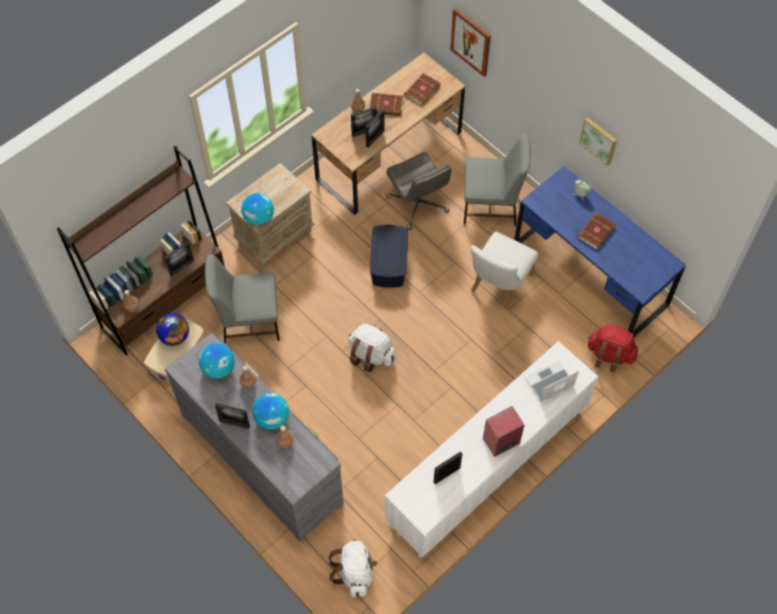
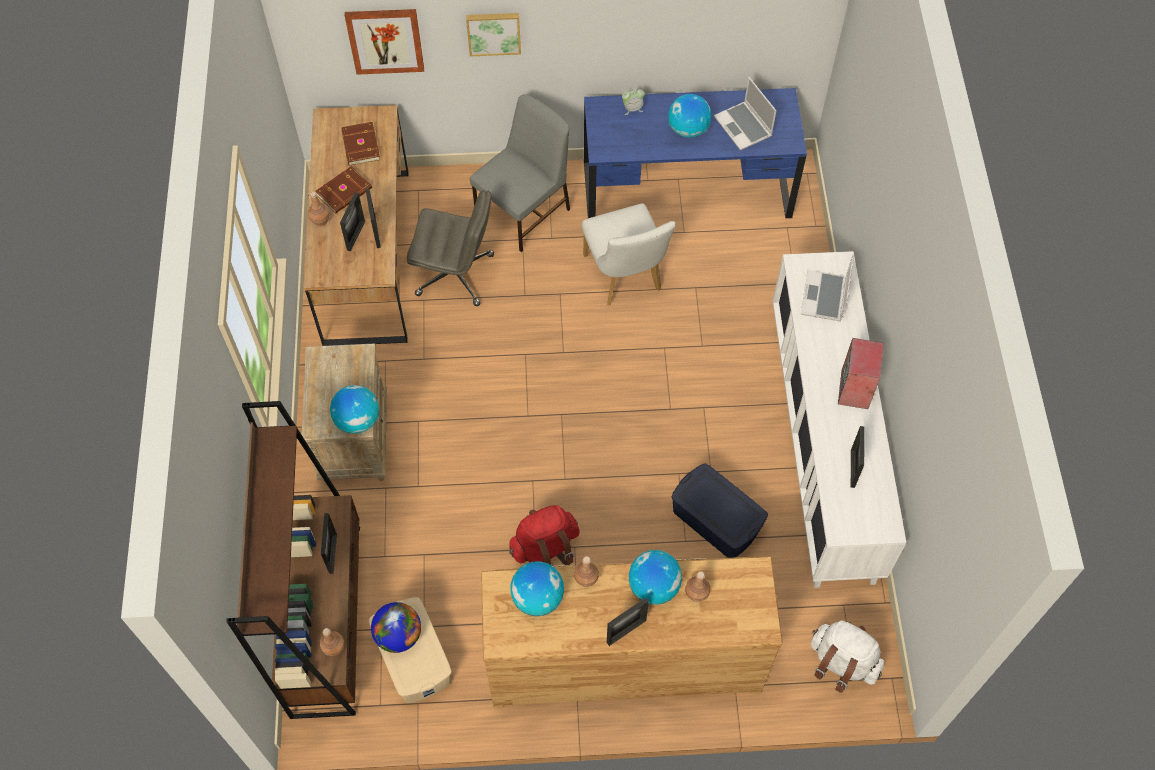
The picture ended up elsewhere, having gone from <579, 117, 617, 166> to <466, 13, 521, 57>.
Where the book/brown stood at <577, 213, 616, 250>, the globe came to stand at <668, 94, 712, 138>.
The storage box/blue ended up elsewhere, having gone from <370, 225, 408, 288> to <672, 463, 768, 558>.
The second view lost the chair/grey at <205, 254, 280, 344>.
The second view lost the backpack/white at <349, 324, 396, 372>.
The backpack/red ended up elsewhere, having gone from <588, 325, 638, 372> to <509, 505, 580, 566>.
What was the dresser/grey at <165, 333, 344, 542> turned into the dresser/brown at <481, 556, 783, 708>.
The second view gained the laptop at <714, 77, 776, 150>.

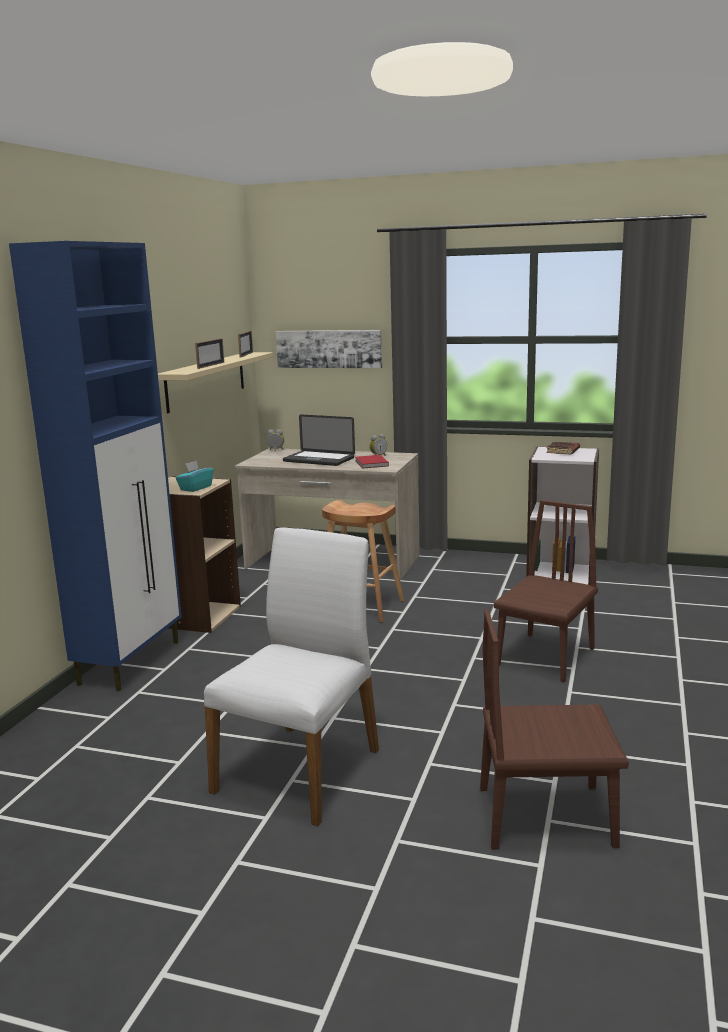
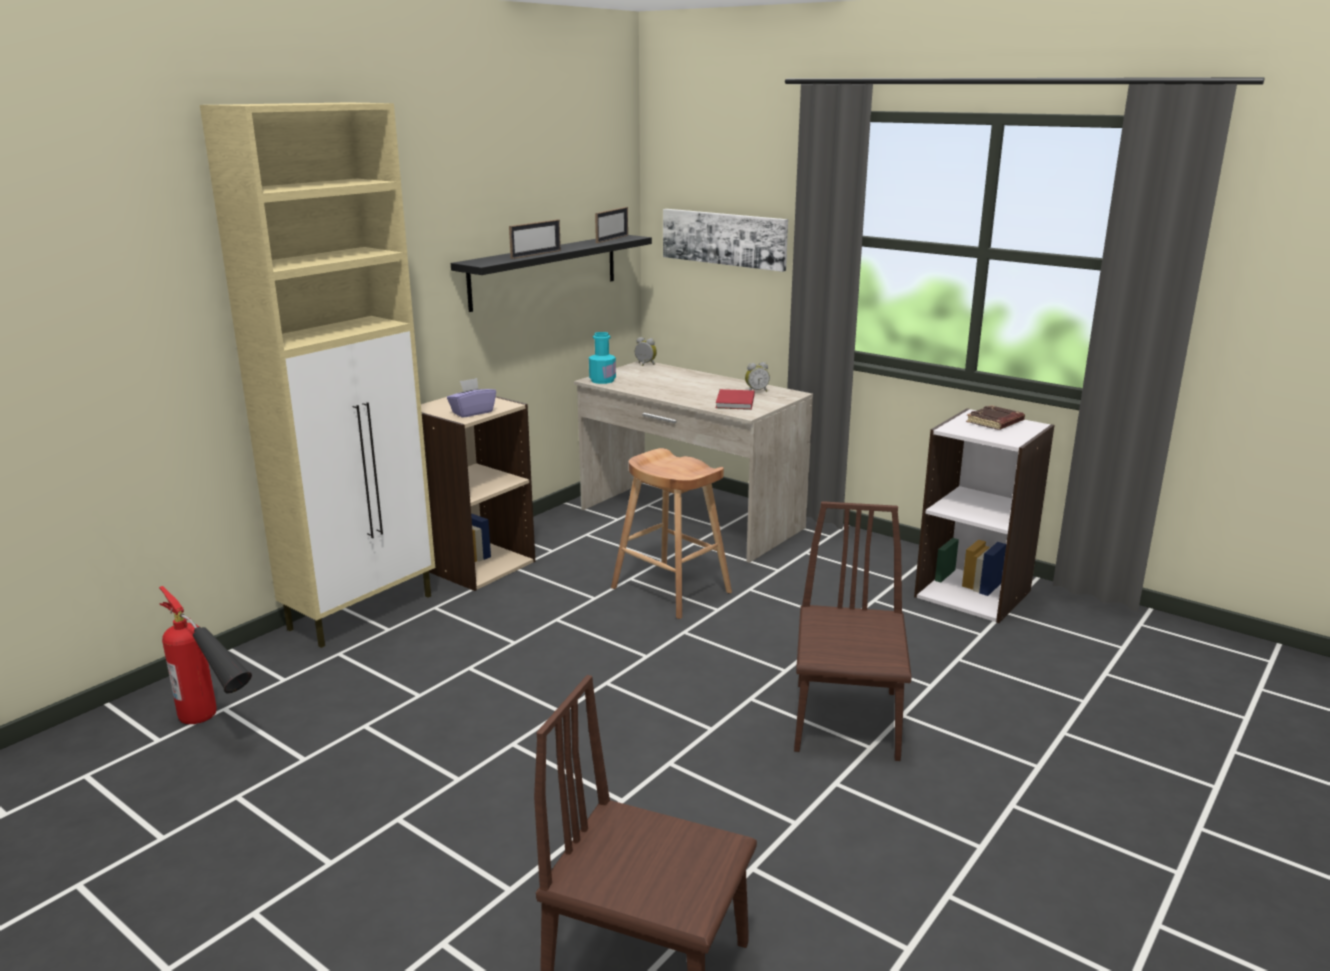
What was the cabinet/blue at <9, 241, 182, 691> turned into the cabinet/beige at <200, 102, 435, 648>.
What was the shelf/beige at <158, 352, 273, 413> turned into the shelf/black at <451, 235, 652, 312>.
The second view lost the laptop at <283, 415, 355, 466>.
What was the tissue box/turquoise at <175, 461, 214, 492> turned into the tissue box/purple at <447, 378, 496, 418>.
The chair/brown at <494, 500, 598, 683> ended up facing another way, 45 degrees counterclockwise from before.
The second view lost the chair/white at <204, 527, 379, 826>.
The second view gained the bottle/turquoise at <589, 332, 616, 384>.
The second view gained the fire extinguisher at <159, 586, 252, 724>.

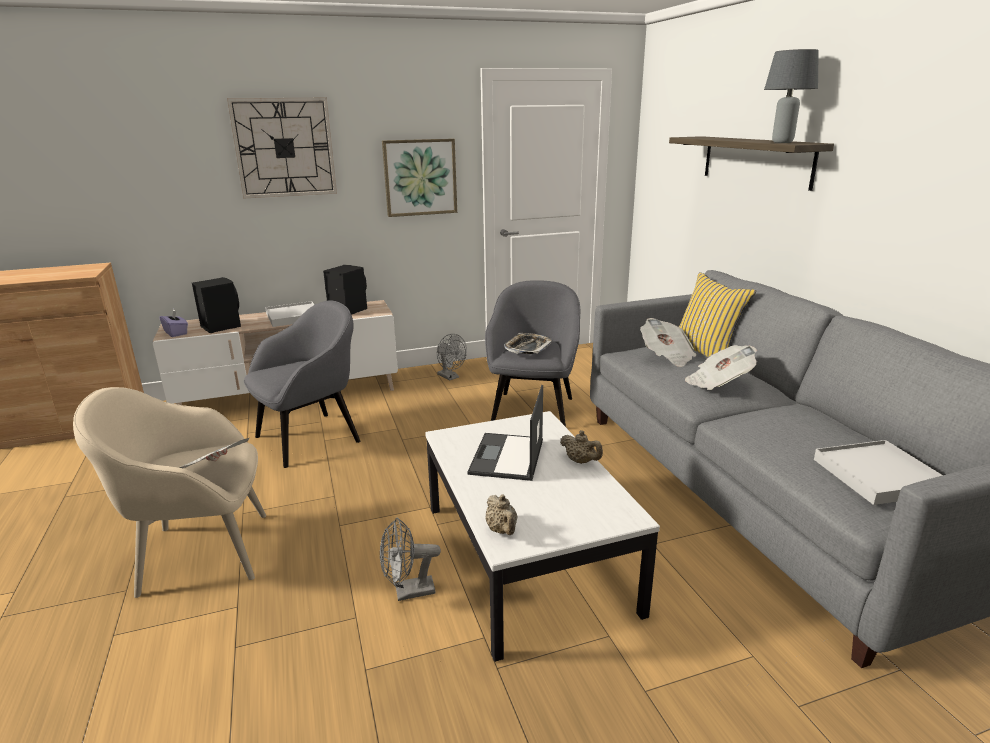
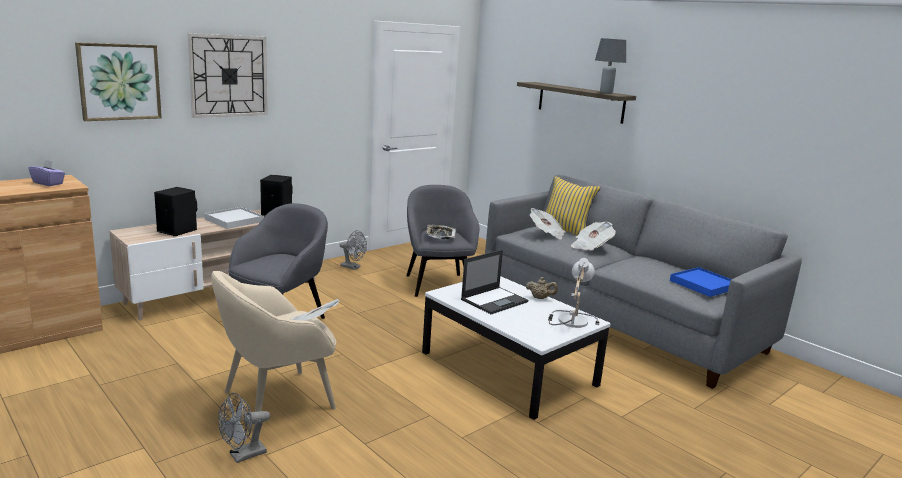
The picture ended up elsewhere, having gone from <382, 139, 457, 217> to <75, 42, 162, 121>.
The tissue box/purple ended up elsewhere, having gone from <159, 309, 188, 337> to <28, 159, 65, 186>.
The laptop at <467, 385, 543, 481> ended up facing another way, 120 degrees counterclockwise from before.
What was the tray/white at <814, 440, 943, 505> turned into the tray/blue at <670, 267, 732, 297>.
The second view lost the teapot/beige at <485, 494, 517, 535>.
The fan/grey ended up elsewhere, having gone from <380, 518, 441, 601> to <218, 392, 270, 463>.
The second view gained the table lamp at <548, 258, 599, 328>.

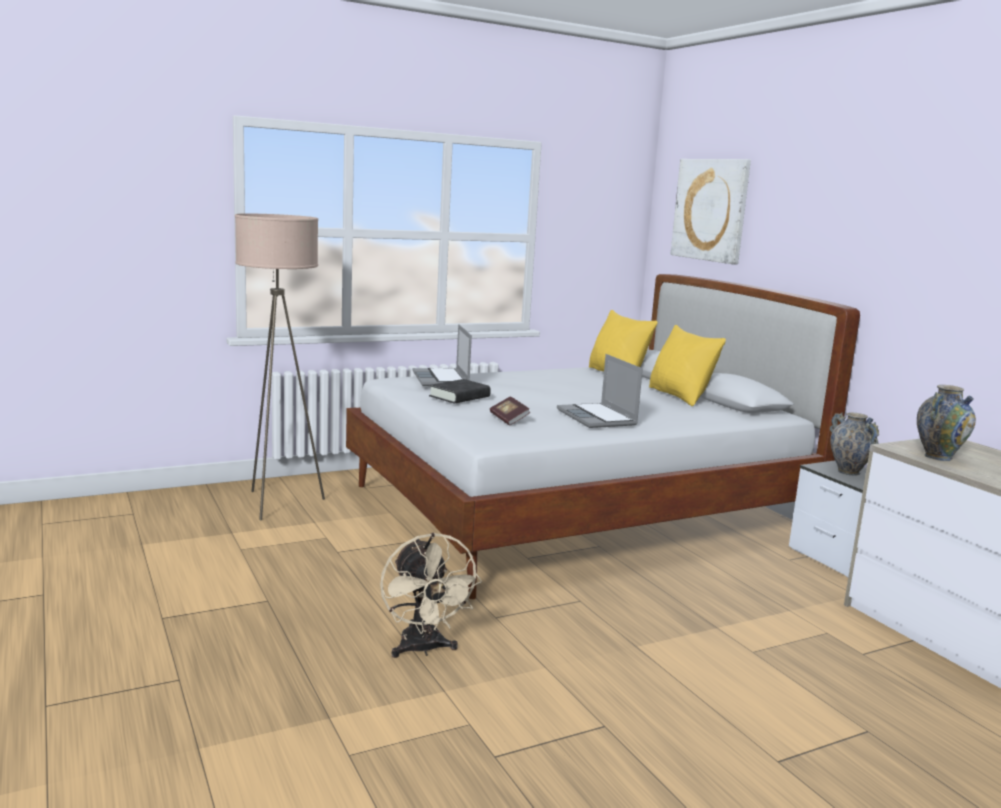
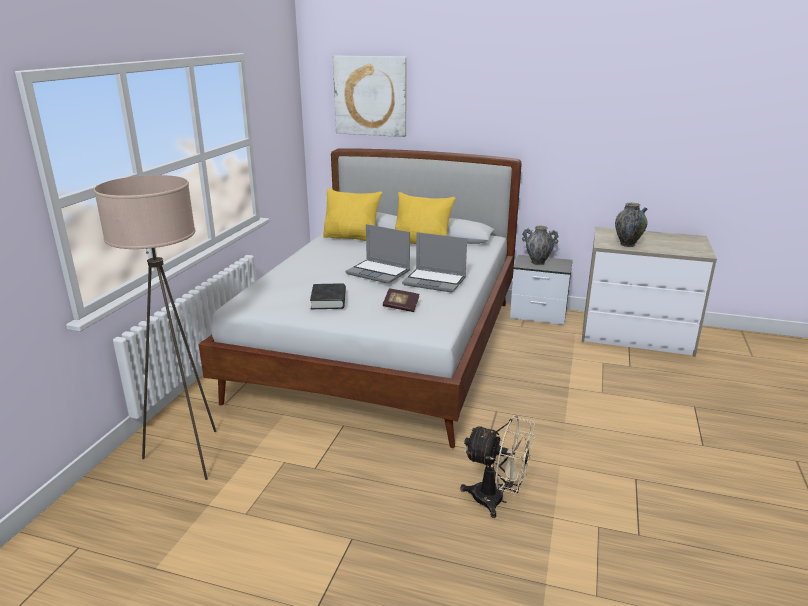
The laptop ended up elsewhere, having gone from <413, 324, 472, 386> to <345, 224, 410, 284>.

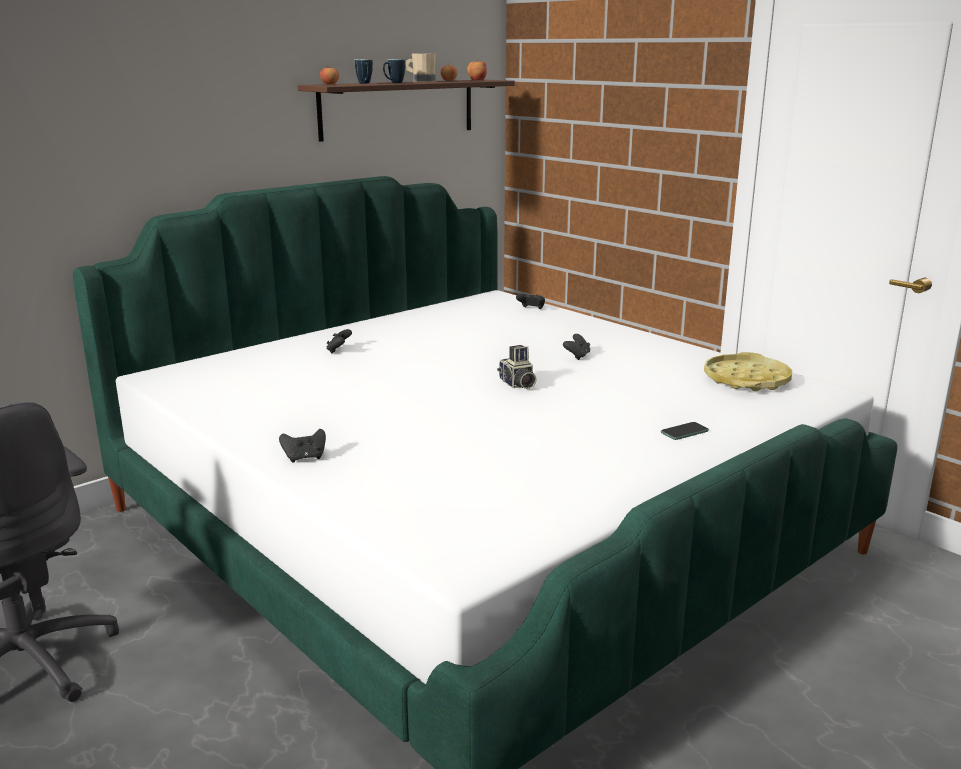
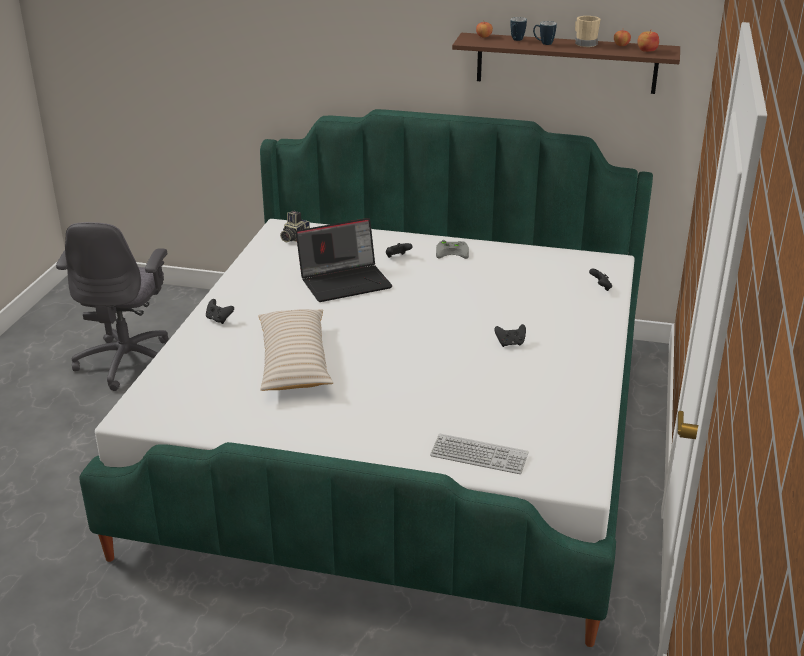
The photo camera ended up elsewhere, having gone from <497, 345, 537, 389> to <280, 211, 310, 242>.
The second view lost the tray/yellow at <704, 352, 792, 391>.
The second view lost the phone at <661, 422, 709, 440>.
The second view gained the laptop at <296, 218, 392, 302>.
The second view gained the game controller/grey at <436, 240, 469, 259>.
The second view gained the pillow/beige at <258, 309, 333, 391>.
The second view gained the keyboard at <430, 434, 529, 474>.

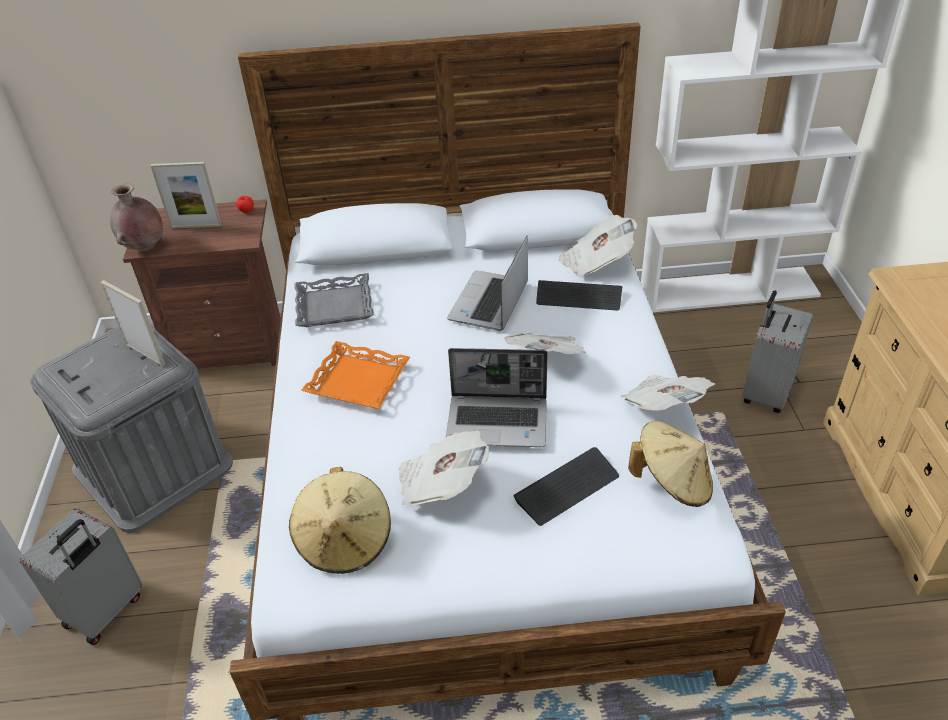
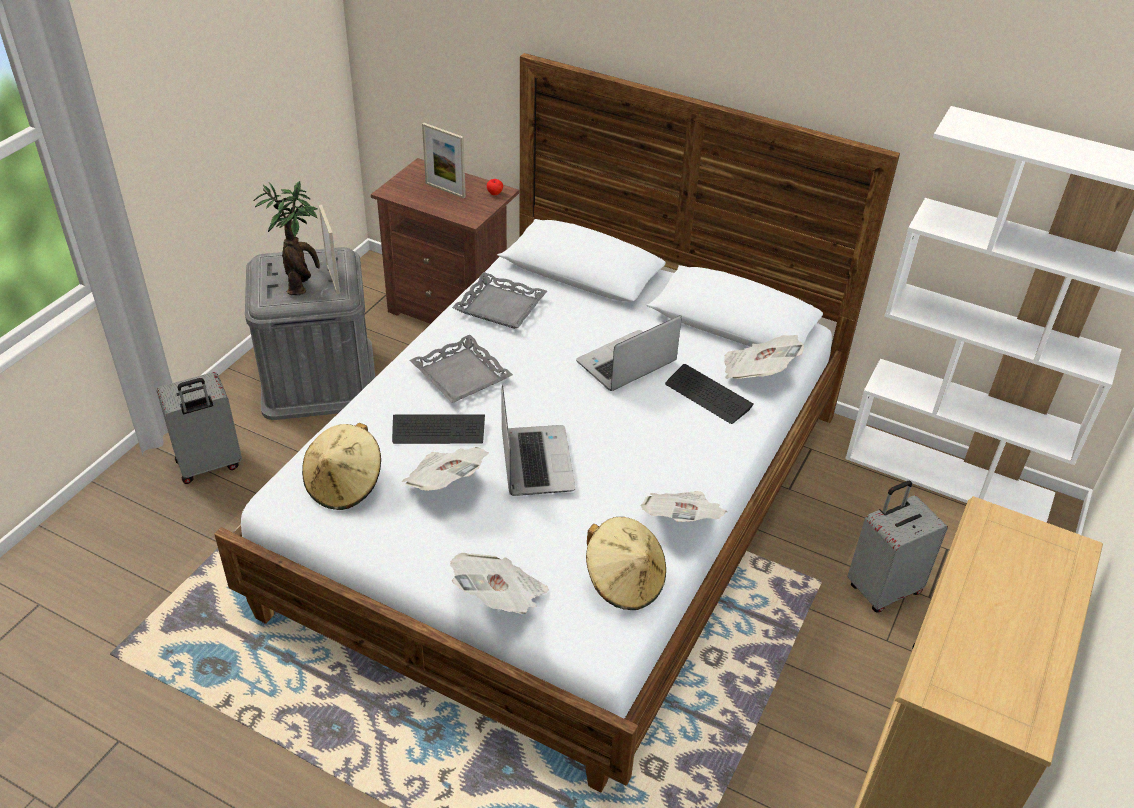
The second view lost the vase/brown at <110, 183, 163, 251>.
The newspaper ended up elsewhere, having gone from <504, 333, 586, 354> to <450, 553, 549, 614>.
What was the tray/orange at <301, 341, 410, 409> turned into the tray/grey at <410, 335, 513, 403>.
The laptop at <446, 348, 548, 447> ended up facing another way, 135 degrees counterclockwise from before.
The keyboard ended up elsewhere, having gone from <513, 447, 619, 526> to <392, 414, 485, 444>.
The second view gained the potted plant at <254, 181, 320, 295>.

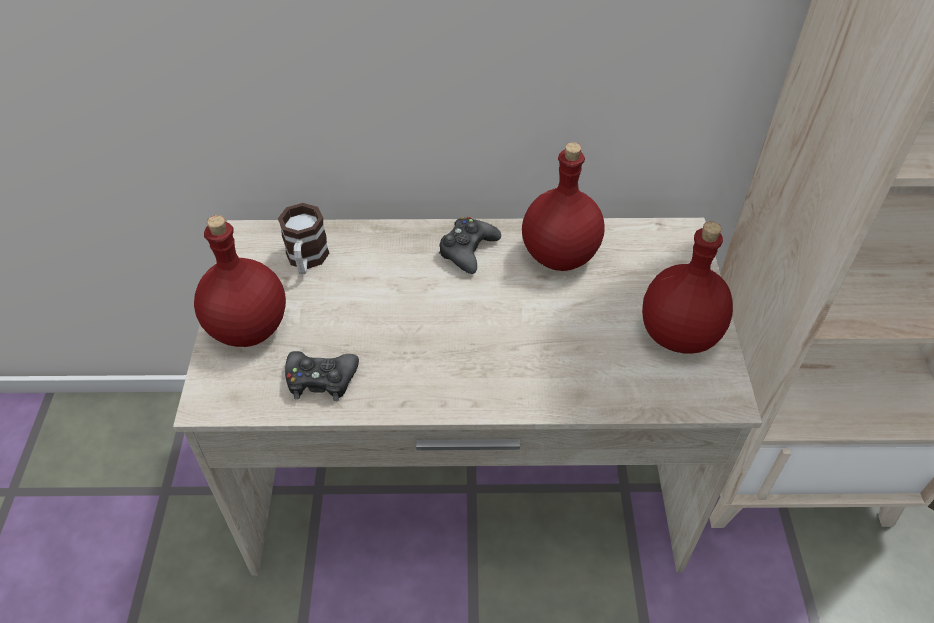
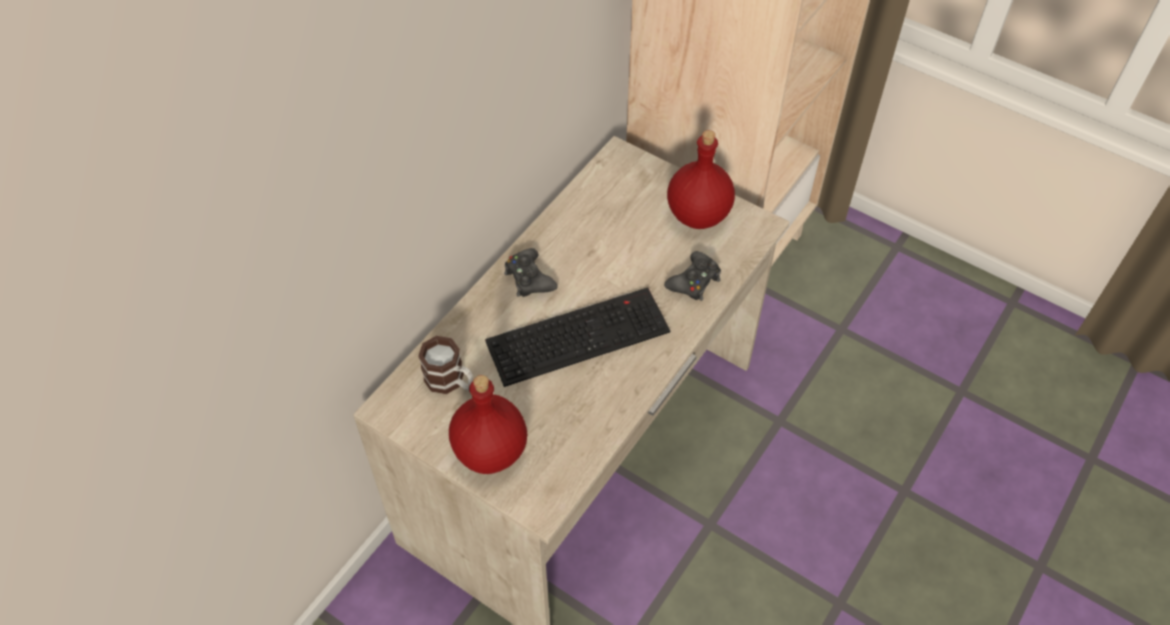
The second view lost the bottle/red at <522, 142, 605, 271>.
The game controller/black ended up elsewhere, having gone from <285, 351, 359, 401> to <664, 251, 721, 301>.
The second view gained the keyboard at <485, 288, 670, 387>.

